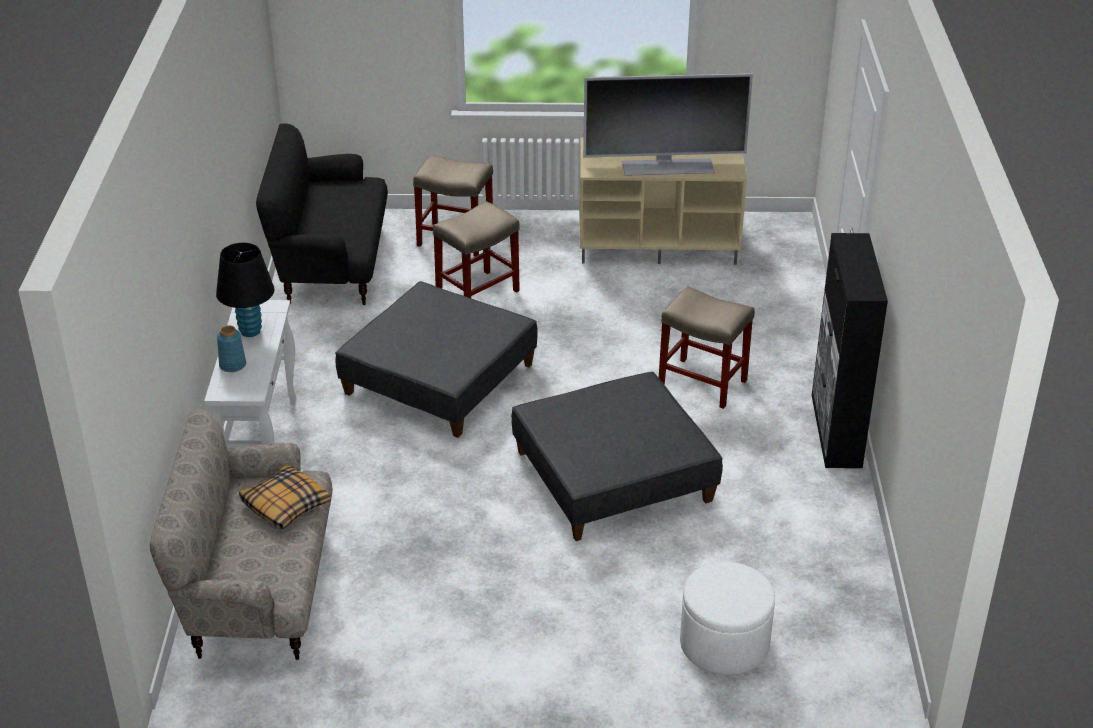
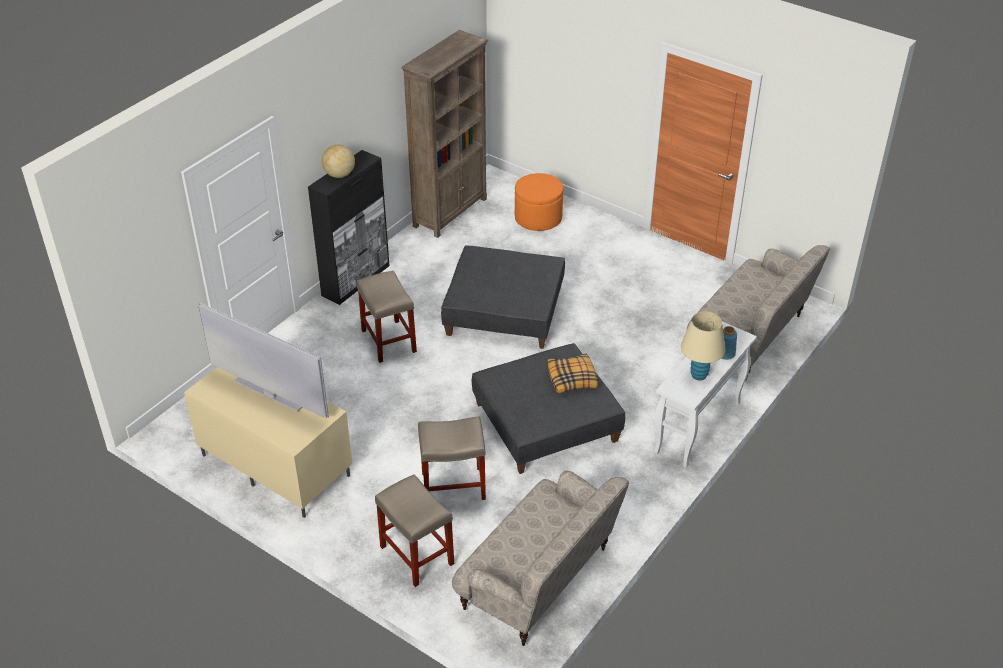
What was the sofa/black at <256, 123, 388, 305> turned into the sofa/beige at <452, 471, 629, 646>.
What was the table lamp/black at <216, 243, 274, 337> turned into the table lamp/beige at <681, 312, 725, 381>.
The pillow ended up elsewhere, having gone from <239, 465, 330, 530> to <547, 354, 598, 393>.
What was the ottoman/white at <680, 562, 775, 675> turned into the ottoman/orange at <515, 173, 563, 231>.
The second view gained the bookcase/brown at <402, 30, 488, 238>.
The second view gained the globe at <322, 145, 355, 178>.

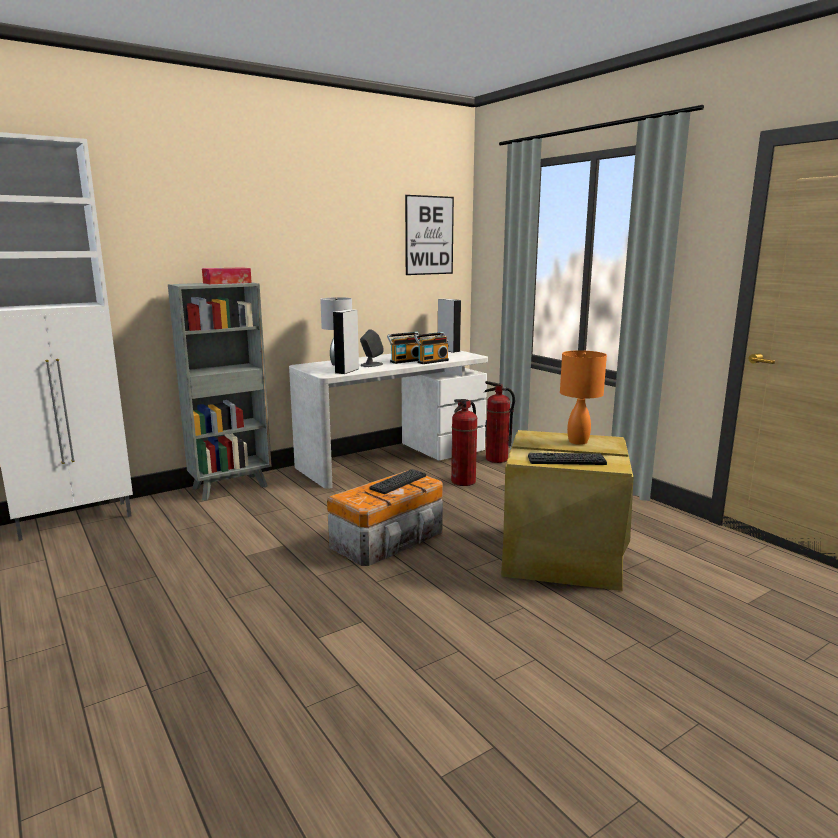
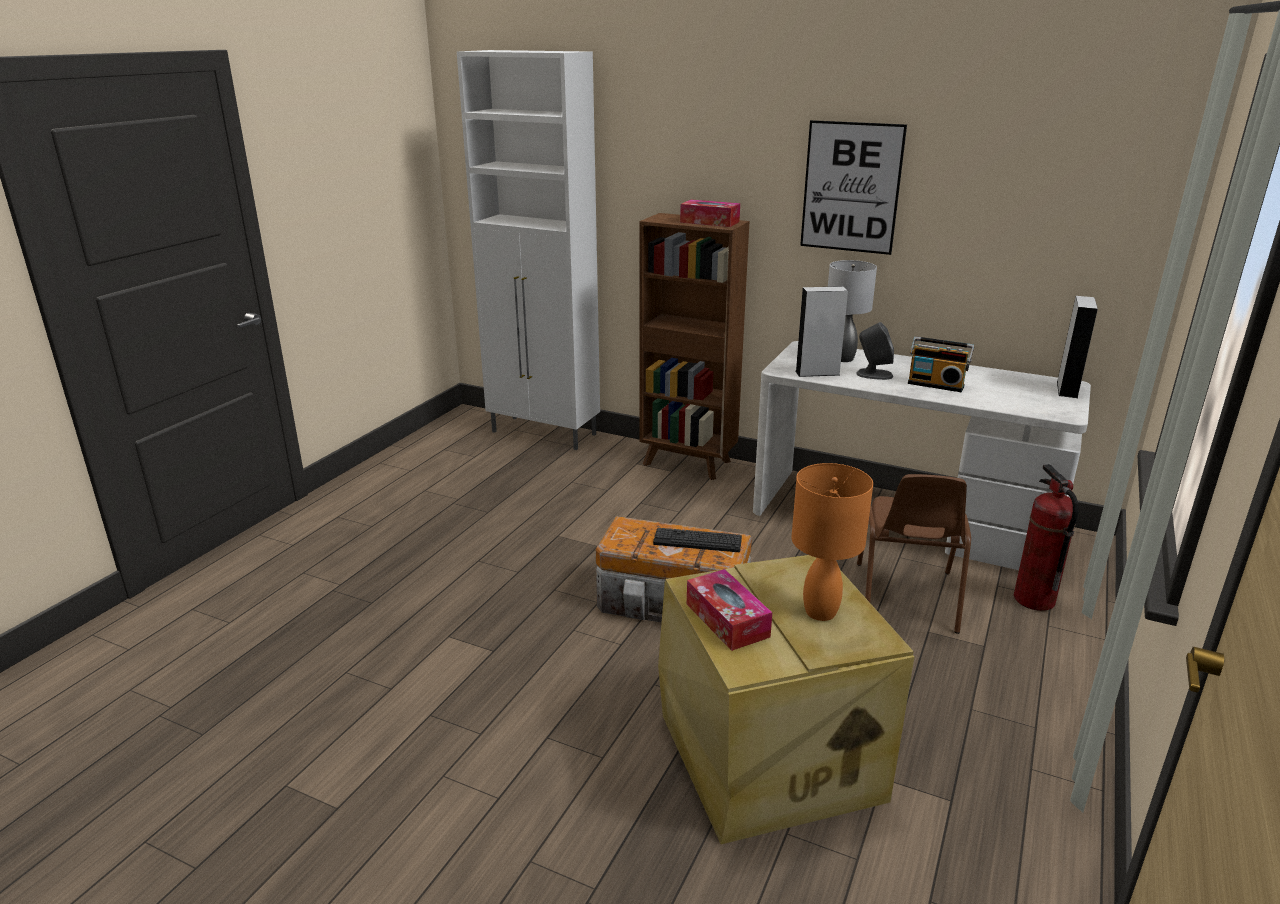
The picture ended up elsewhere, having gone from <405, 195, 454, 275> to <800, 120, 907, 255>.
What was the bookcase/grey at <168, 282, 272, 501> turned into the bookcase/brown at <639, 213, 750, 480>.
The second view lost the radio at <414, 332, 449, 364>.
Where the fire extinguisher stood at <451, 399, 478, 486>, the chair/brown came to stand at <857, 474, 971, 634>.
Where the keyboard stood at <528, 453, 607, 465>, the tissue box came to stand at <687, 569, 772, 651>.

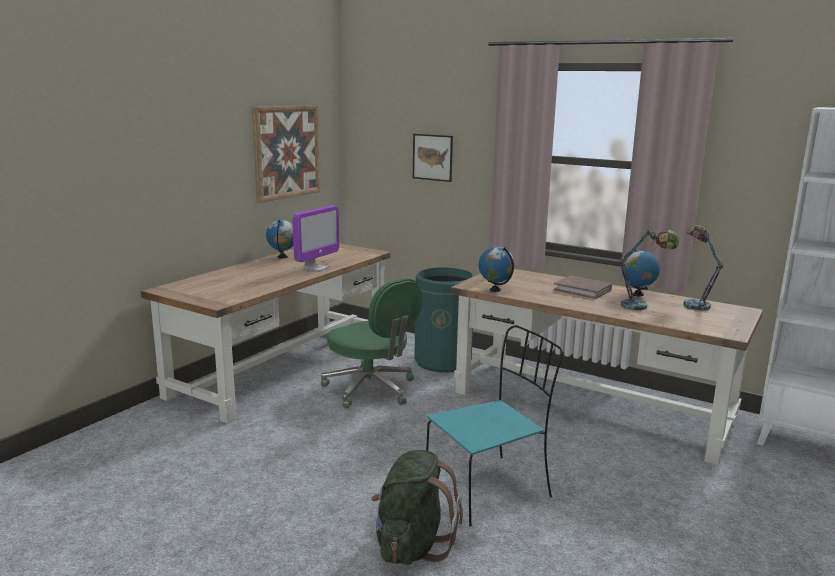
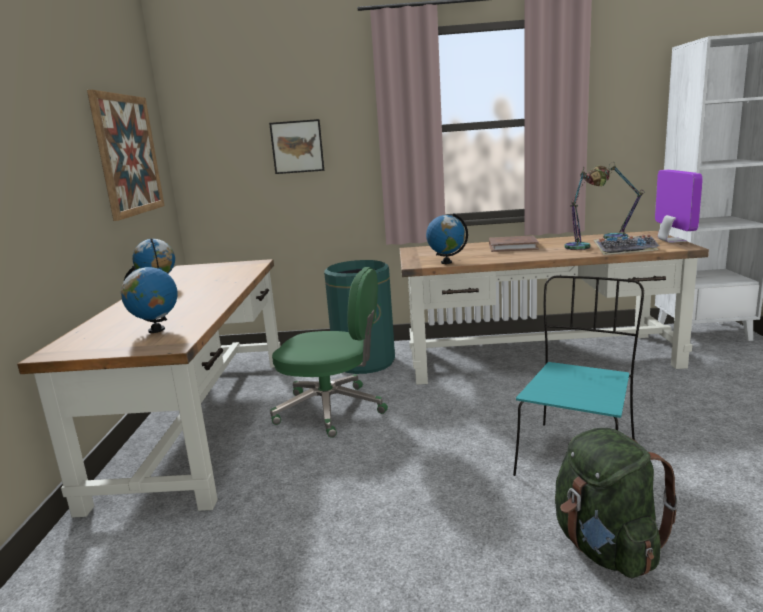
The monitor ended up elsewhere, having gone from <293, 205, 339, 271> to <655, 170, 703, 243>.
The globe ended up elsewhere, having gone from <622, 249, 660, 296> to <121, 266, 178, 333>.
The second view gained the keyboard at <594, 234, 659, 255>.

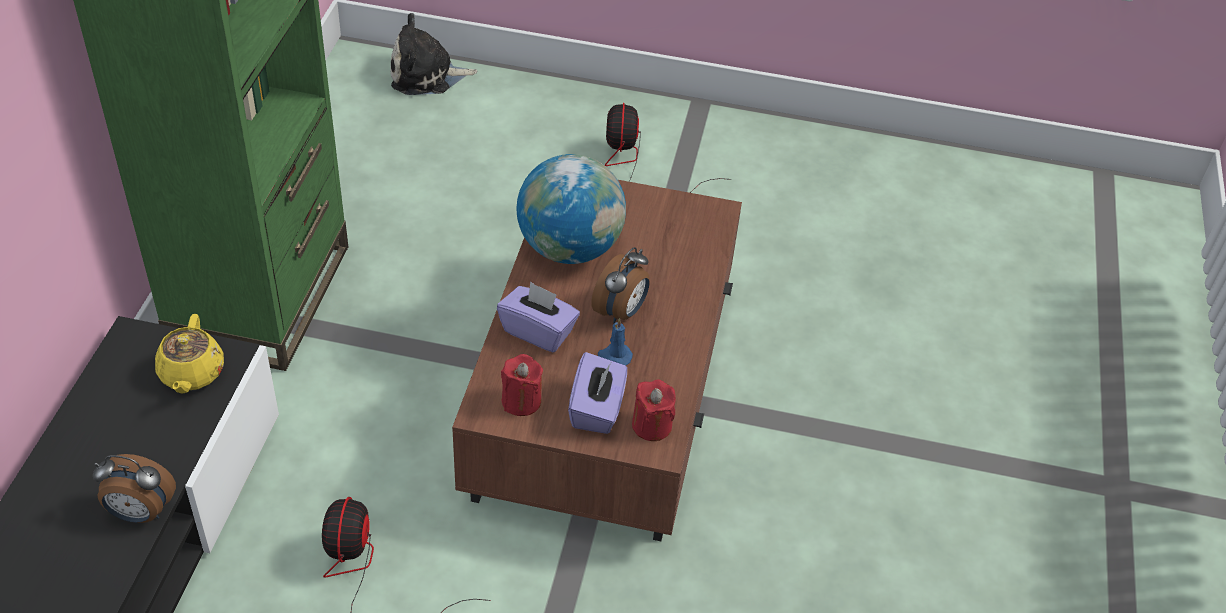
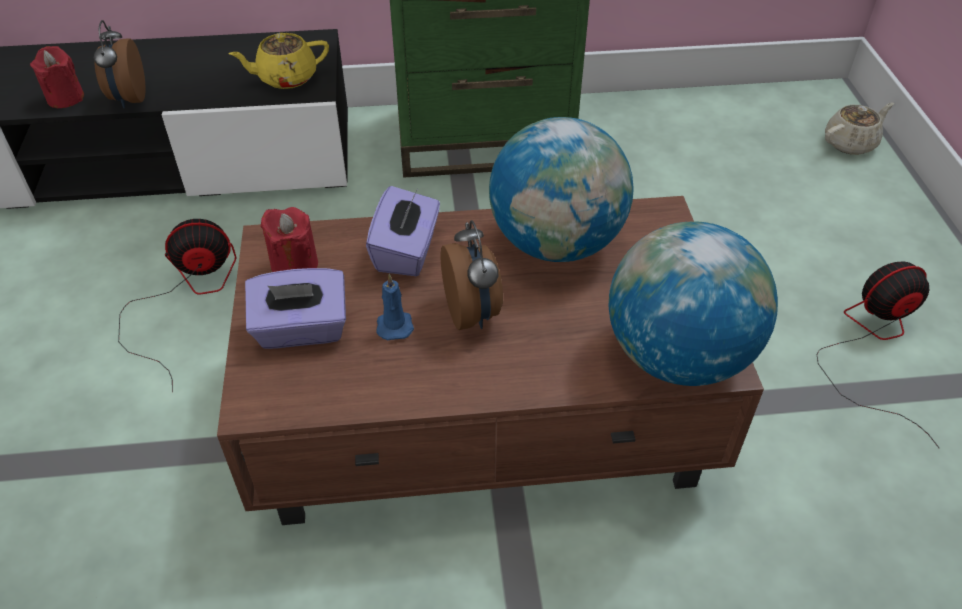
Where the plush toy stood at <390, 13, 478, 95>, the teapot/beige came to stand at <825, 103, 894, 155>.
The alarm clock at <591, 247, 649, 323> ended up facing another way, 120 degrees counterclockwise from before.
The candle/red ended up elsewhere, having gone from <632, 380, 676, 441> to <30, 46, 84, 108>.
The second view gained the globe at <609, 222, 778, 386>.

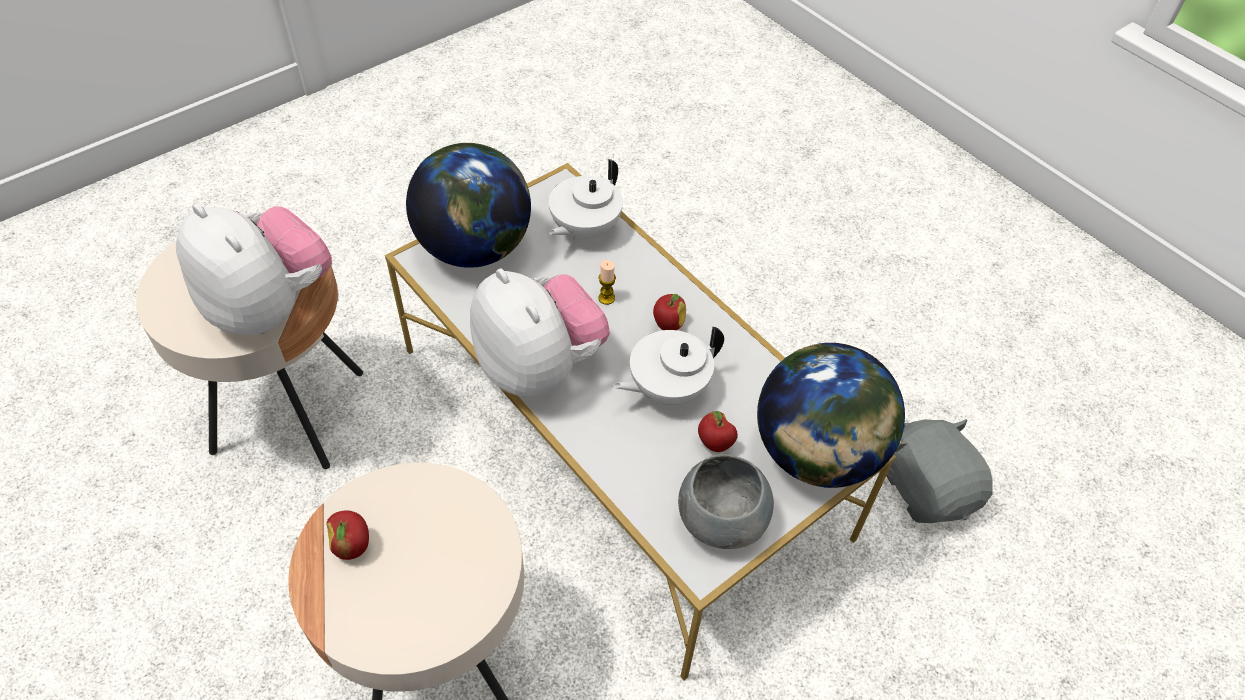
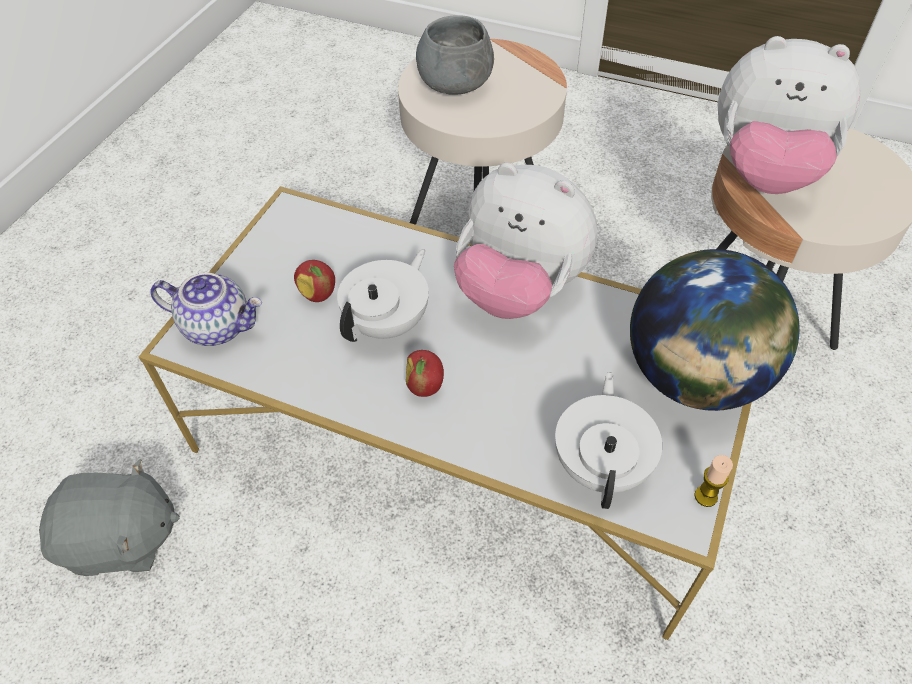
The candle ended up elsewhere, having gone from <598, 260, 616, 305> to <694, 455, 733, 507>.
Where the globe stood at <757, 343, 905, 488>, the teapot came to stand at <150, 272, 262, 346>.
The plush toy/grey at <886, 419, 993, 523> ended up facing another way, 45 degrees counterclockwise from before.
The bowl/grey ended up elsewhere, having gone from <678, 454, 774, 549> to <416, 15, 494, 95>.
The second view lost the apple at <326, 511, 369, 560>.

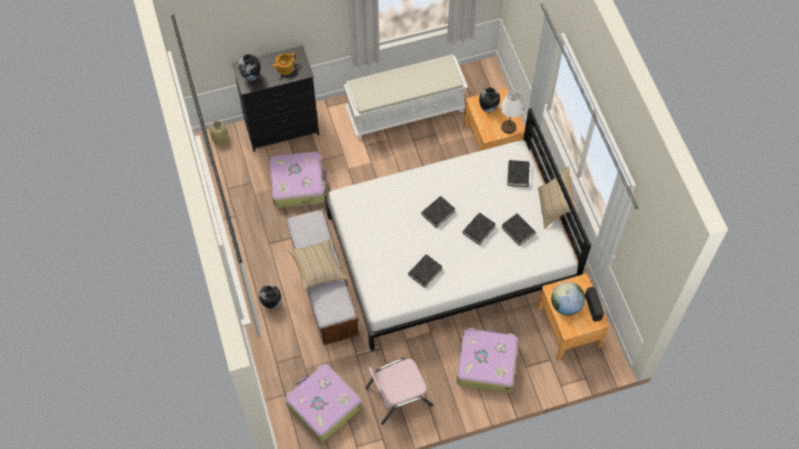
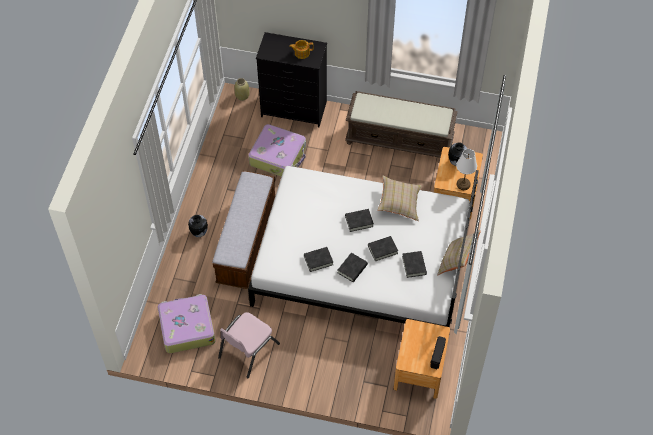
The second view lost the vase at <238, 54, 260, 81>.
What was the bench/white at <344, 55, 468, 139> turned into the bench/brown at <345, 91, 458, 158>.
The book/black ended up elsewhere, having gone from <507, 160, 529, 187> to <337, 253, 368, 282>.
The pillow/beige ended up elsewhere, having gone from <287, 239, 348, 290> to <377, 175, 422, 221>.
The second view lost the globe at <551, 282, 585, 316>.
The second view lost the suitcase at <457, 328, 518, 393>.
The chair/pink at <365, 358, 433, 425> ended up facing another way, 60 degrees counterclockwise from before.

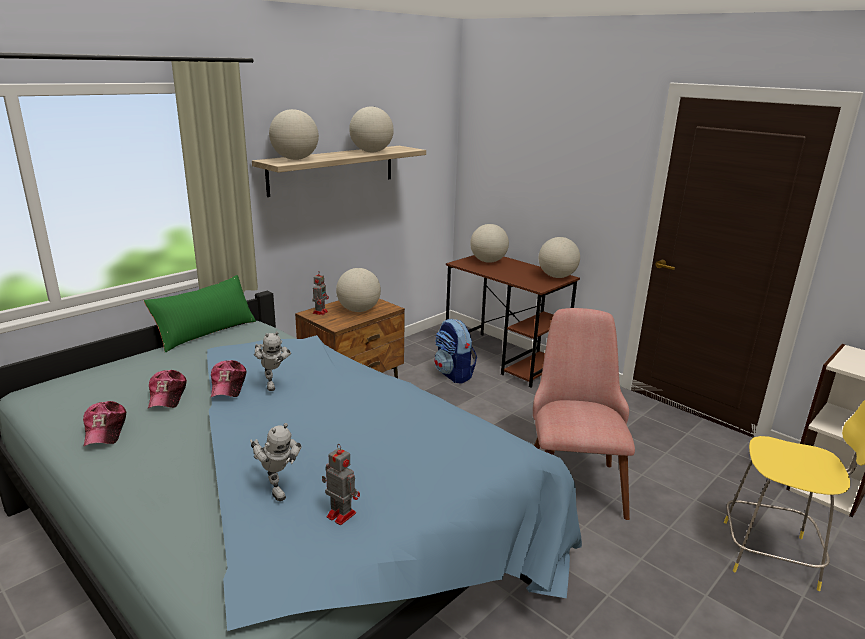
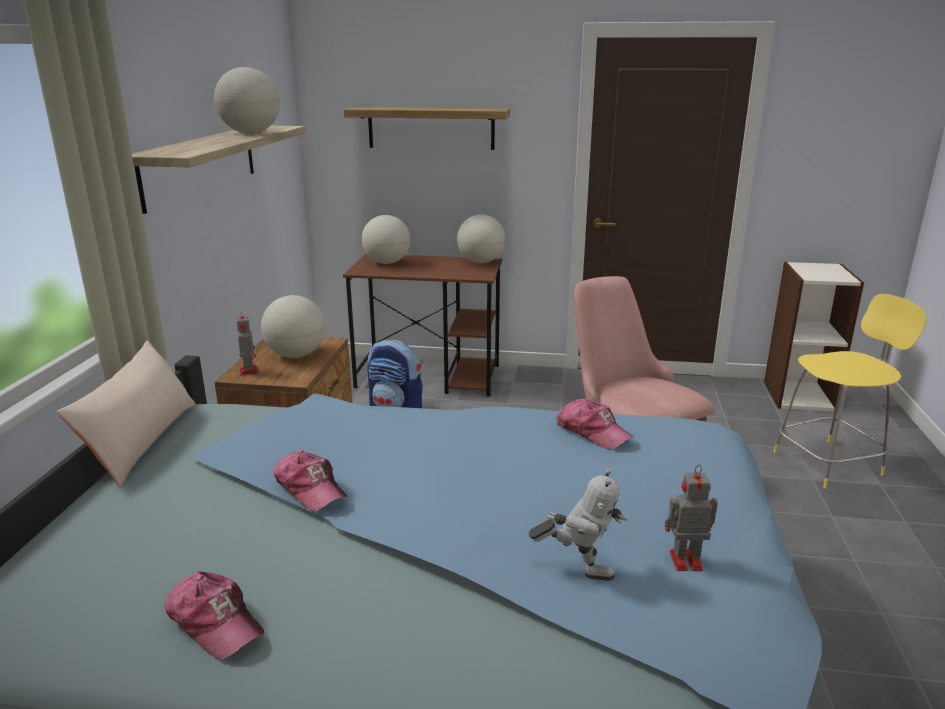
The second view lost the globe at <269, 109, 319, 160>.
What was the pillow/green at <144, 275, 256, 352> turned into the pillow/beige at <57, 340, 195, 487>.
The second view lost the toy robot at <254, 331, 291, 391>.
The cap ended up elsewhere, having gone from <148, 370, 187, 408> to <557, 399, 634, 449>.
The second view gained the shelf at <344, 107, 510, 150>.

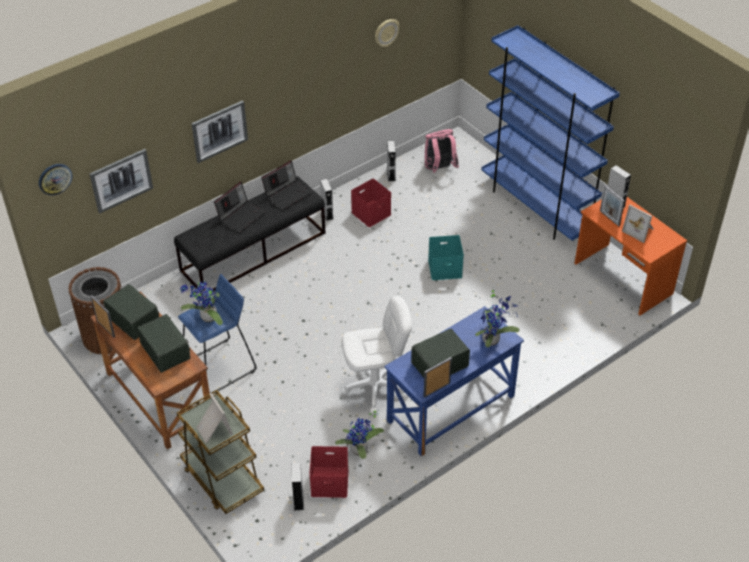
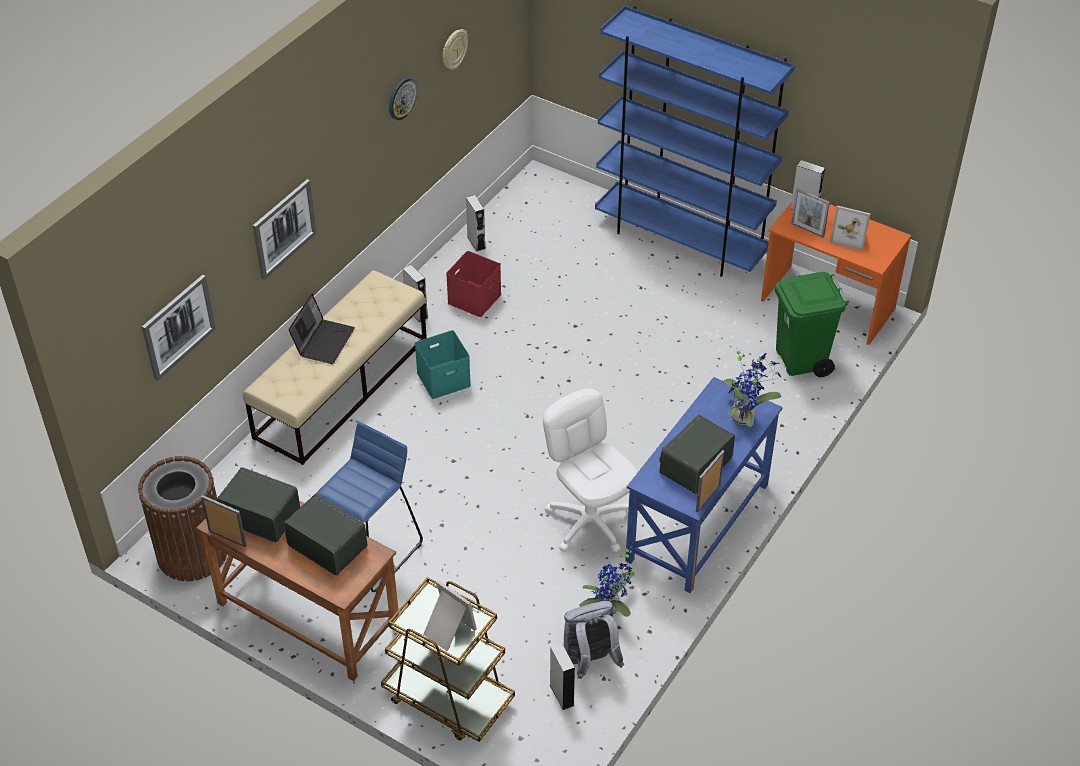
The second view lost the backpack/pink at <425, 129, 459, 173>.
The second view lost the laptop at <261, 160, 312, 210>.
The wall clock ended up elsewhere, having gone from <39, 164, 72, 195> to <389, 78, 417, 120>.
What was the bench/black at <174, 176, 325, 294> turned into the bench/beige at <243, 270, 427, 465>.
The storage box/turquoise ended up elsewhere, having gone from <428, 235, 464, 280> to <415, 330, 471, 399>.
The second view lost the potted plant at <180, 280, 223, 325>.
The office chair/white at <342, 296, 412, 414> ended up facing another way, 90 degrees counterclockwise from before.
Where the storage box/red stood at <309, 446, 349, 498>, the backpack/grey came to stand at <564, 601, 624, 679>.
The second view gained the trash can/green at <775, 272, 849, 377>.

